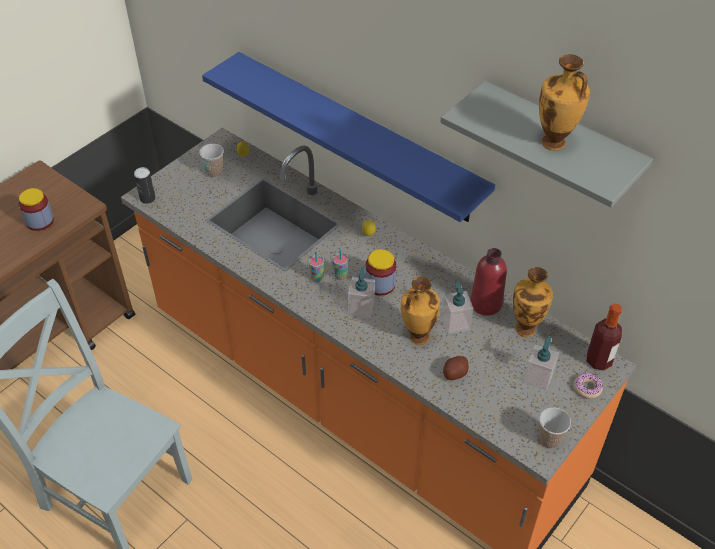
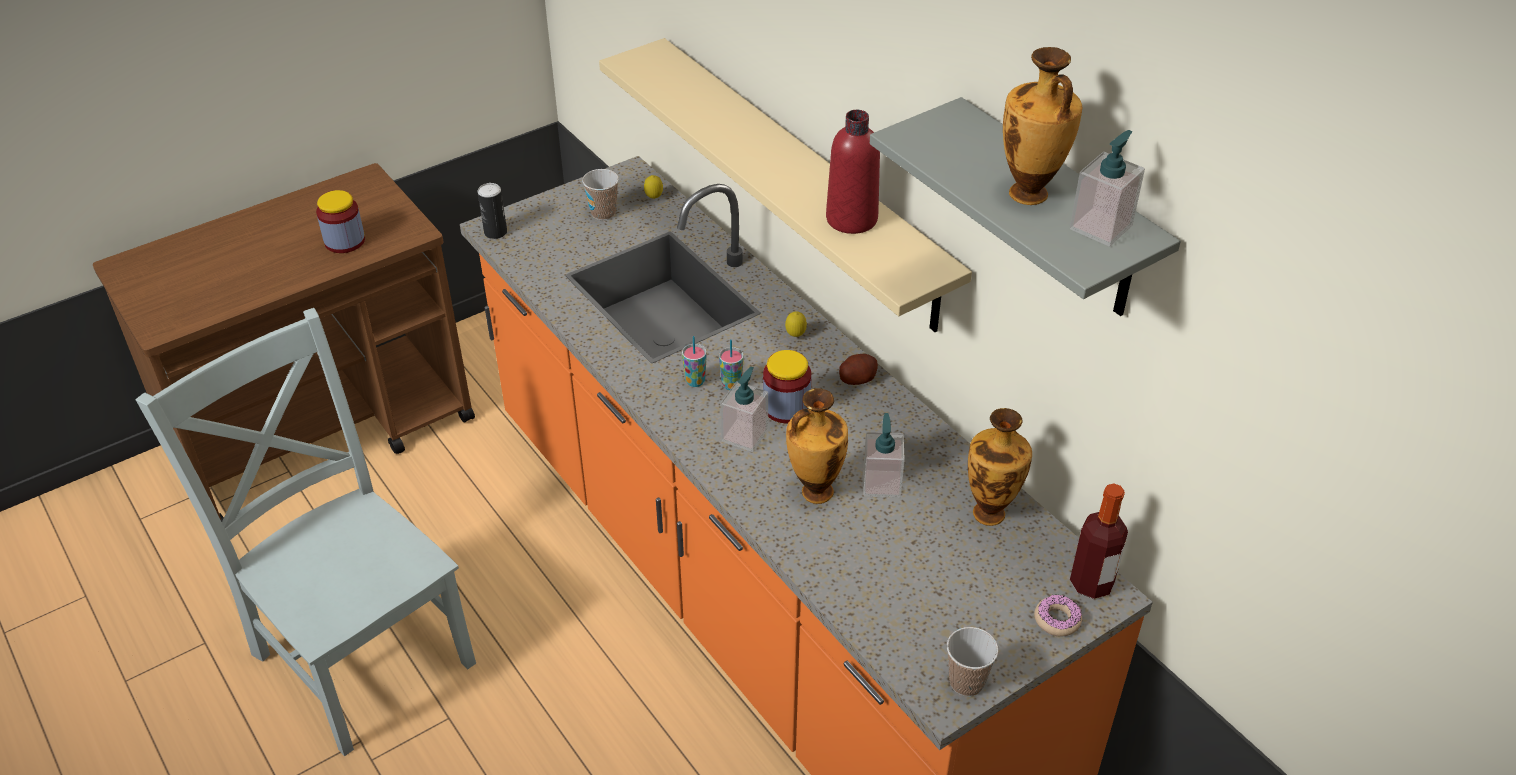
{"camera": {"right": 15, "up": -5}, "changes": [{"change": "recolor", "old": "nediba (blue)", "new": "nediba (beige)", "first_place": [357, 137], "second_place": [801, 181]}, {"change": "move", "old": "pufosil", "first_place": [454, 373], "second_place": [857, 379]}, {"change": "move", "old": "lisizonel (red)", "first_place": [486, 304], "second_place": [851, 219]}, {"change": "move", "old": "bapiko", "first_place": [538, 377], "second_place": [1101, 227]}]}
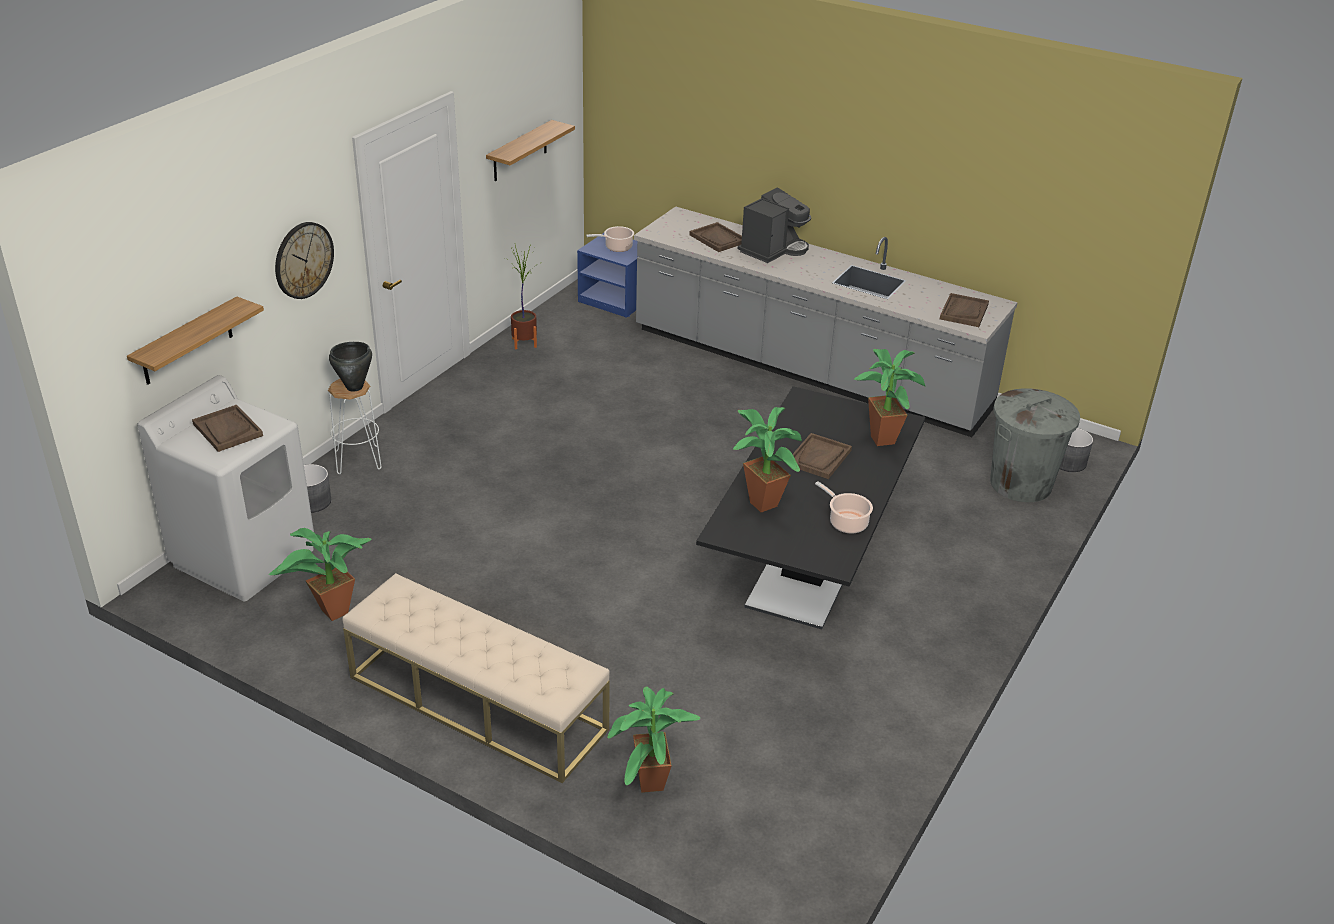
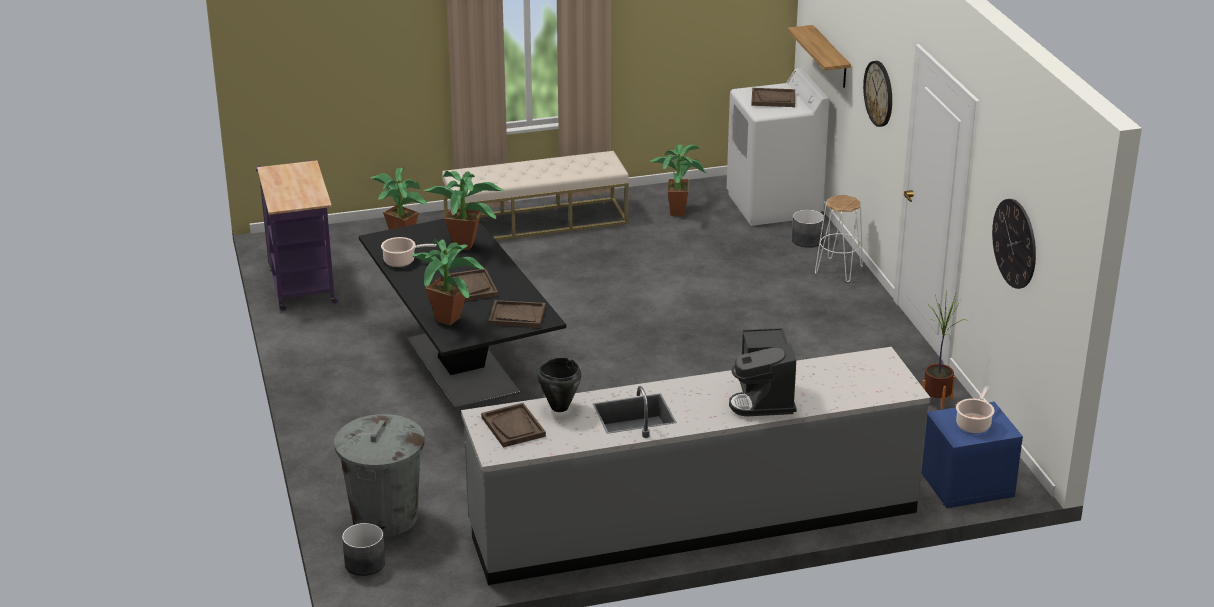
{"camera": {"right": 135, "up": -5}, "changes": [{"change": "move", "old": "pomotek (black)", "first_place": [354, 387], "second_place": [559, 407]}, {"change": "replace", "old": "nediba", "new": "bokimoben", "first_place": [520, 151], "second_place": [1014, 243]}, {"change": "move", "old": "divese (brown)", "first_place": [718, 239], "second_place": [517, 316]}, {"change": "insert", "new": "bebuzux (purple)", "second_place": [301, 282]}]}
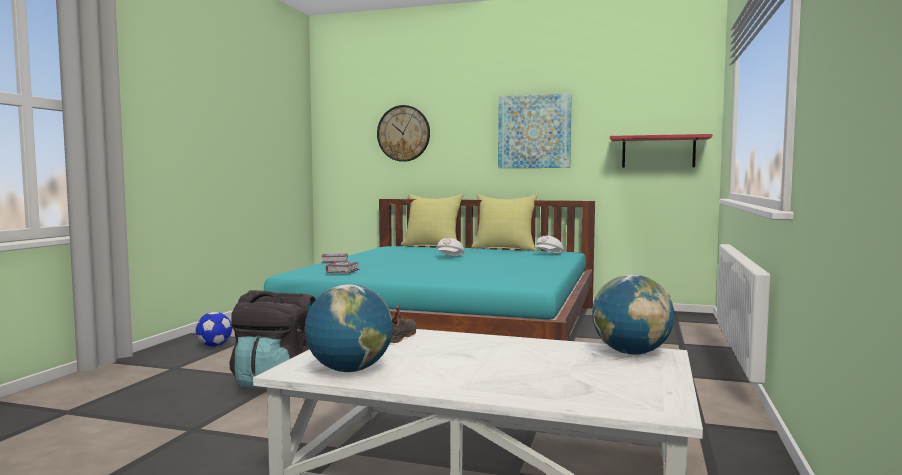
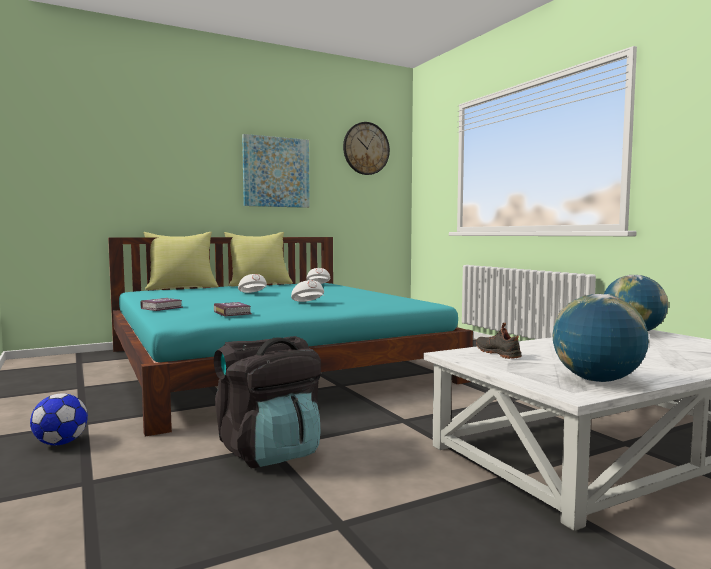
{"camera": {"right": -45, "up": 0}, "changes": [{"change": "move", "old": "bokimoben", "first_place": [403, 133], "second_place": [366, 148]}, {"change": "delete", "old": "nediba (red)", "first_place": [658, 152]}, {"change": "insert", "new": "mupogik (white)", "second_place": [309, 303]}]}
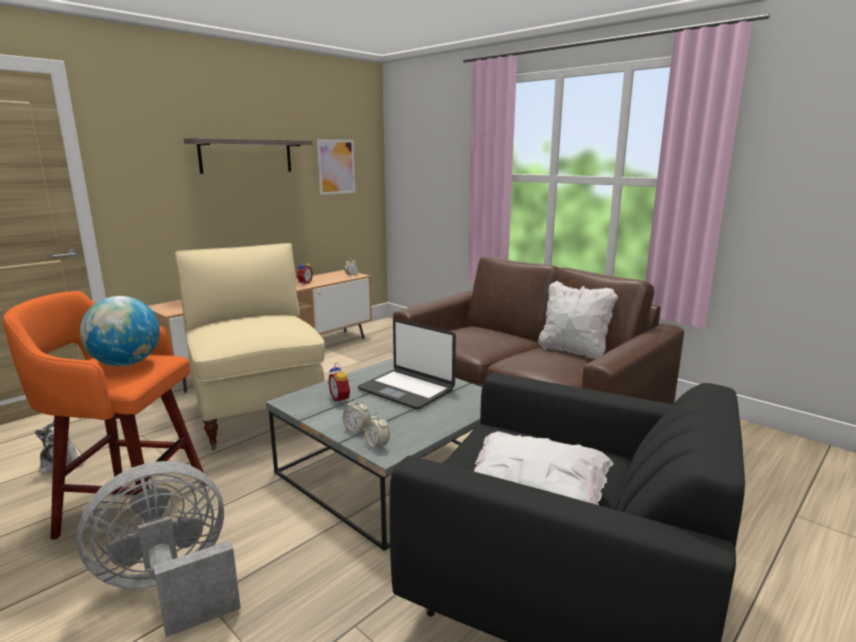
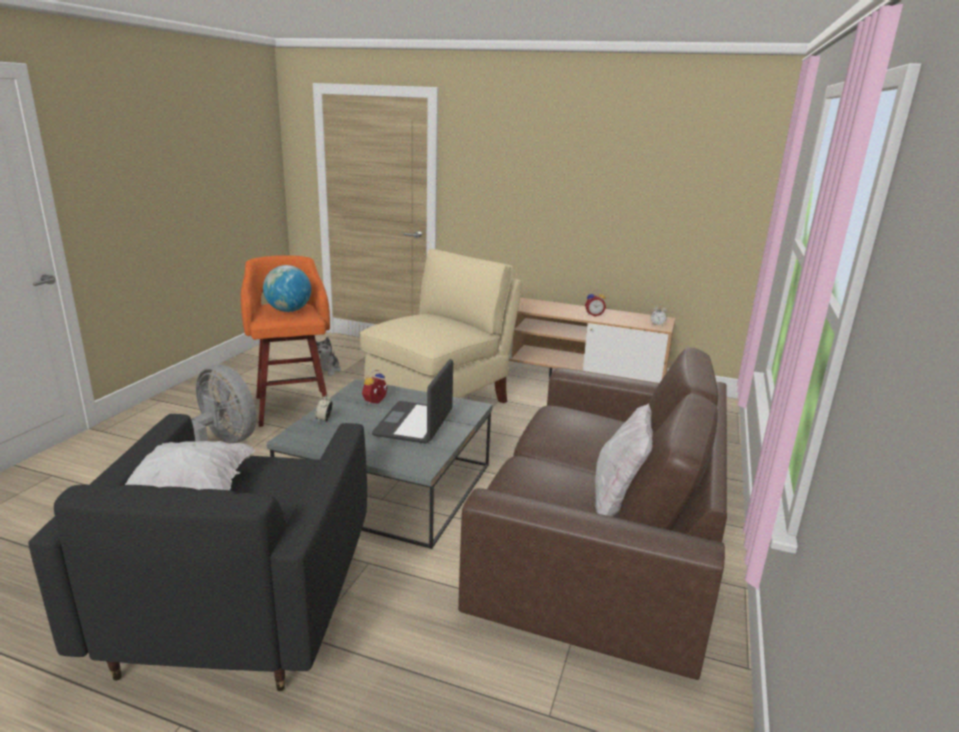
{"camera": {"right": 65, "up": 5}, "changes": [{"change": "delete", "old": "nediba", "first_place": [246, 156]}, {"change": "delete", "old": "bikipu", "first_place": [336, 167]}, {"change": "delete", "old": "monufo", "first_place": [377, 445]}]}
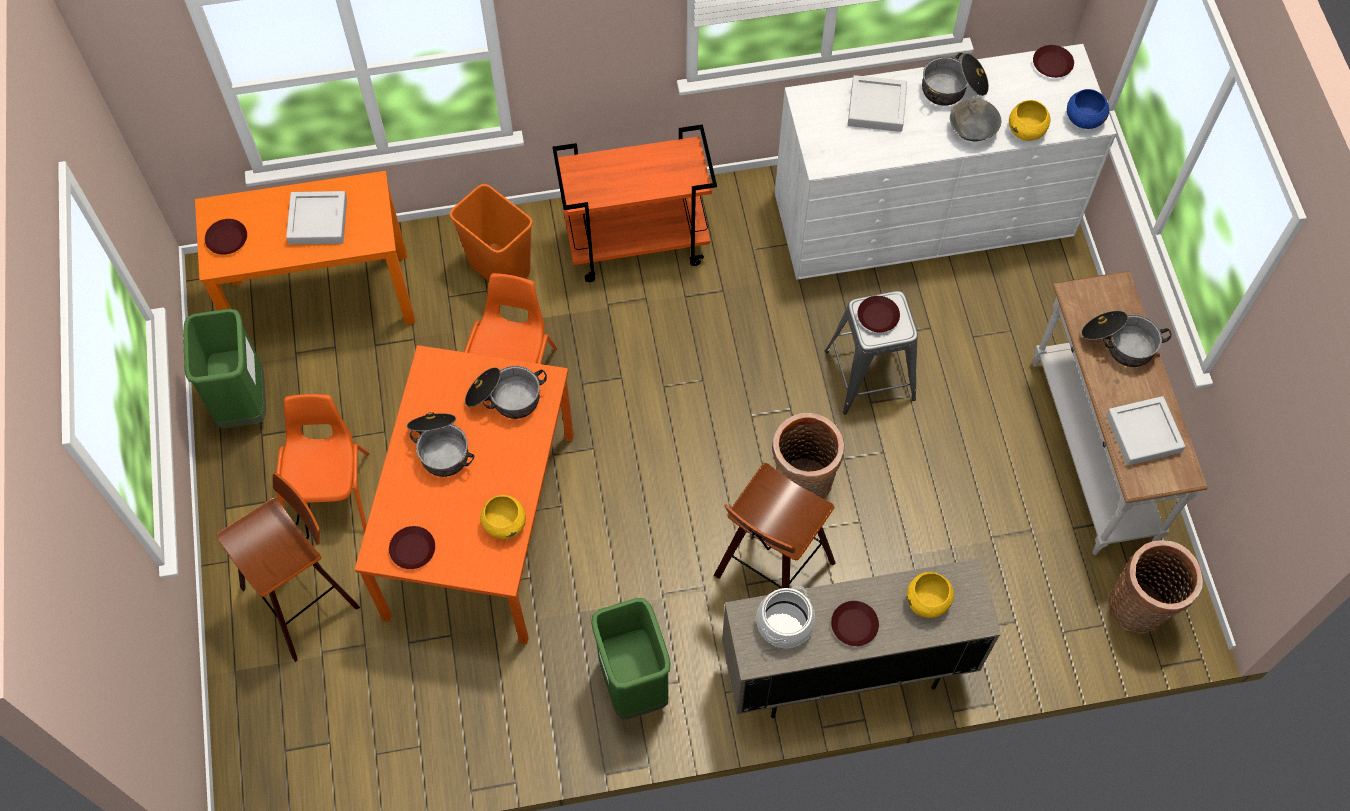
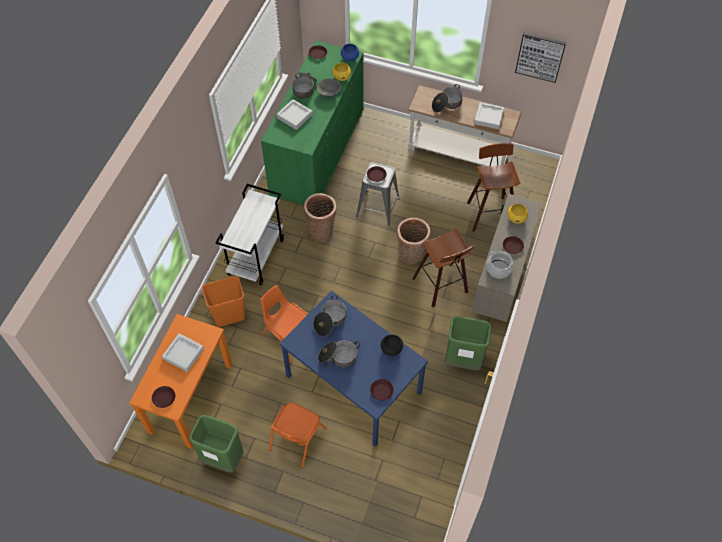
{"camera": {"right": -60, "up": -5}, "changes": [{"change": "move", "old": "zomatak", "first_place": [304, 597], "second_place": [489, 212]}, {"change": "rotate", "old": "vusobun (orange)", "first_place": [332, 492], "second_place": [297, 439], "degrees": -90}, {"change": "recolor", "old": "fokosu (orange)", "new": "fokosu (blue)", "first_place": [479, 523], "second_place": [352, 384]}, {"change": "recolor", "old": "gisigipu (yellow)", "new": "gisigipu (black)", "first_place": [505, 523], "second_place": [391, 349]}, {"change": "recolor", "old": "bebuzux (orange)", "new": "bebuzux (white)", "first_place": [638, 243], "second_place": [256, 256]}, {"change": "recolor", "old": "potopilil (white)", "new": "potopilil (green)", "first_place": [924, 214], "second_place": [317, 151]}, {"change": "move", "old": "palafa", "first_place": [1139, 609], "second_place": [321, 231]}, {"change": "insert", "new": "bikipu", "second_place": [540, 56]}]}
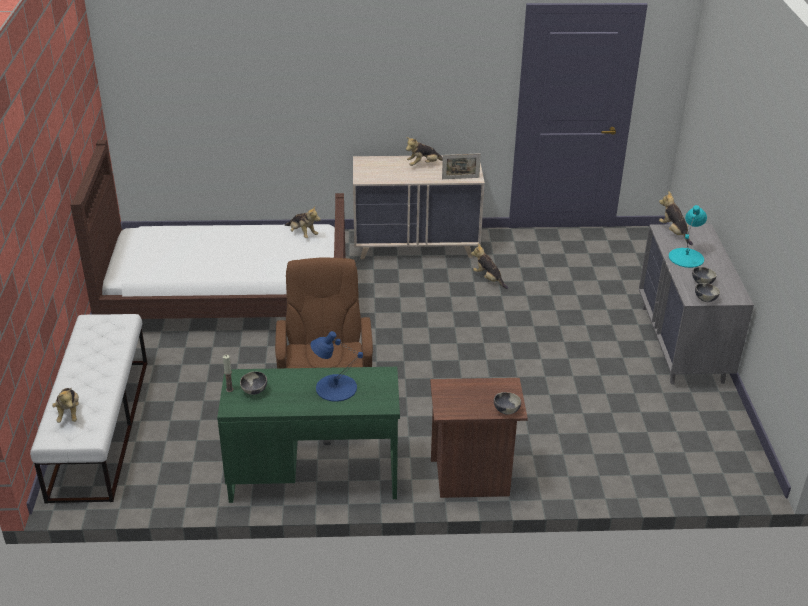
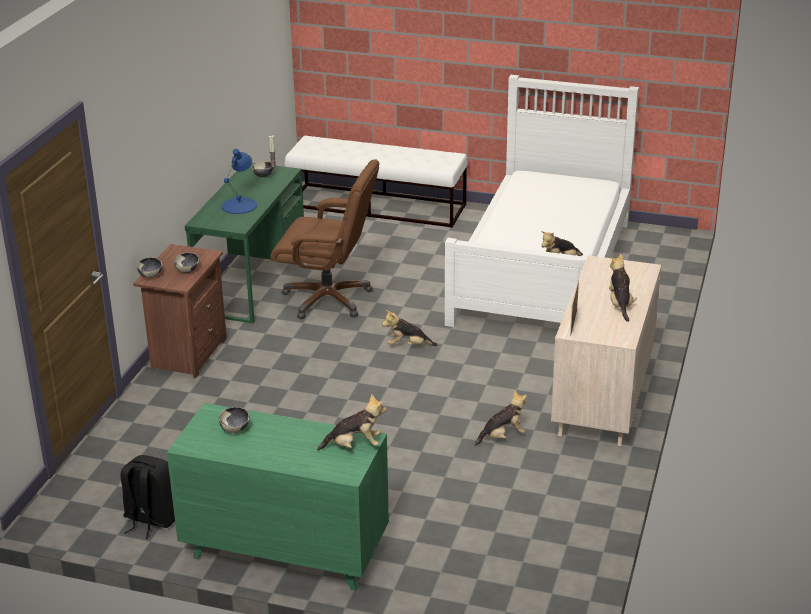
{"camera": {"right": 110, "up": -5}, "changes": [{"change": "move", "old": "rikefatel", "first_place": [69, 413], "second_place": [408, 346]}, {"change": "recolor", "old": "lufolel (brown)", "new": "lufolel (white)", "first_place": [226, 297], "second_place": [542, 271]}, {"change": "recolor", "old": "potopilil (grey)", "new": "potopilil (green)", "first_place": [682, 344], "second_place": [284, 551]}, {"change": "delete", "old": "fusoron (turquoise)", "first_place": [686, 257]}, {"change": "move", "old": "gisigipu", "first_place": [705, 299], "second_place": [187, 270]}, {"change": "insert", "new": "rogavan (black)", "second_place": [150, 520]}]}
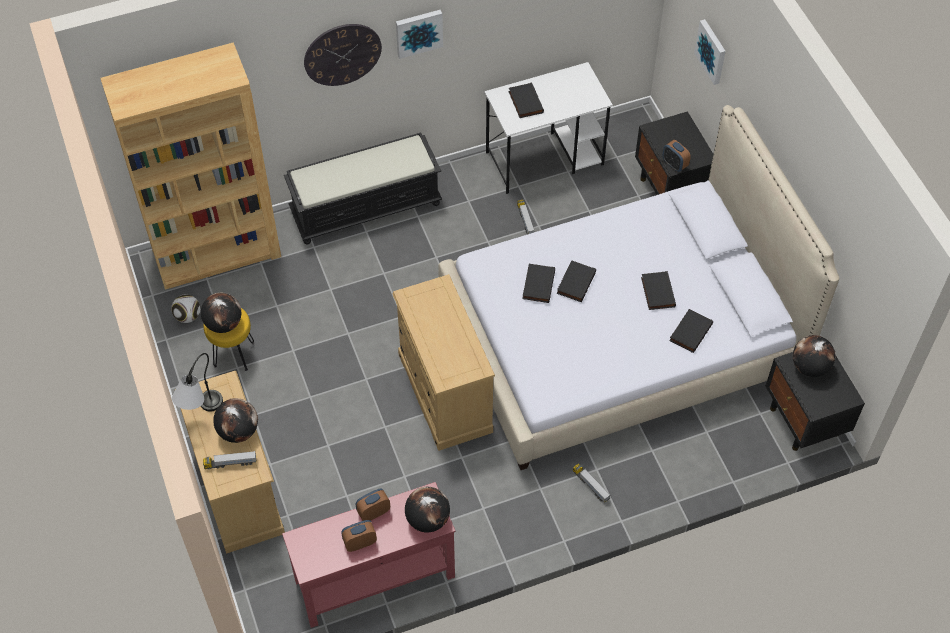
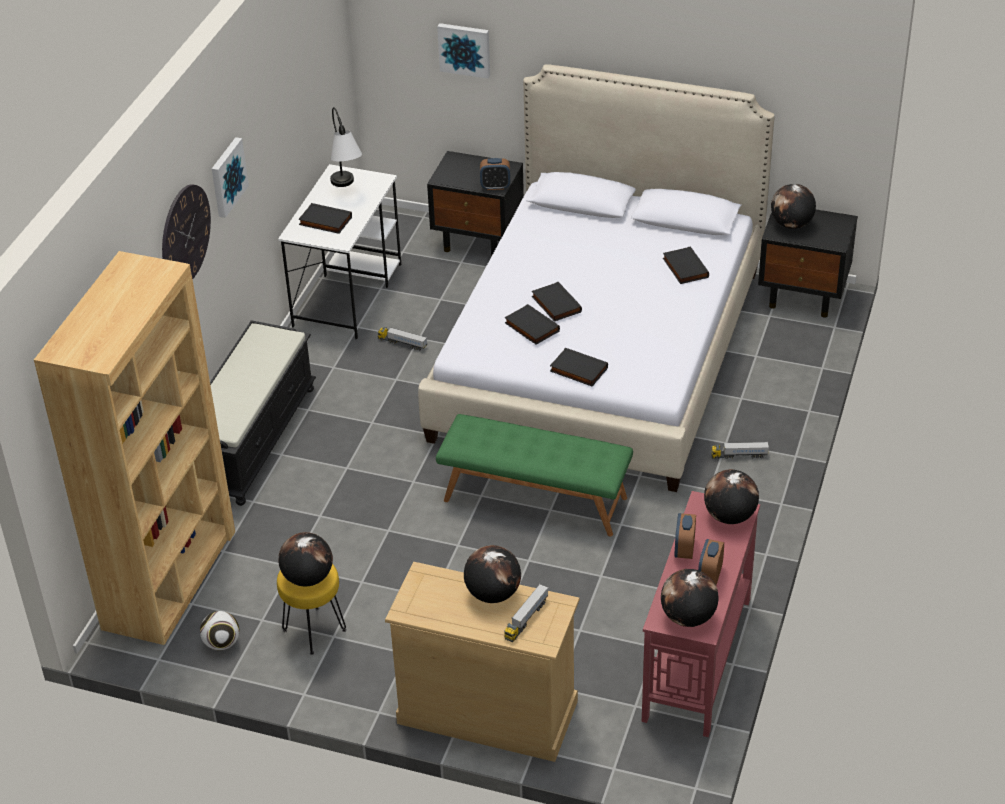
{"camera": {"right": -50, "up": -15}, "changes": [{"change": "move", "old": "fusoron", "first_place": [201, 413], "second_place": [346, 189]}, {"change": "replace", "old": "potopilil (beige)", "new": "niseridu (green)", "first_place": [444, 393], "second_place": [535, 498]}, {"change": "move", "old": "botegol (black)", "first_place": [657, 292], "second_place": [577, 370]}, {"change": "insert", "new": "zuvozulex", "second_place": [688, 617]}]}
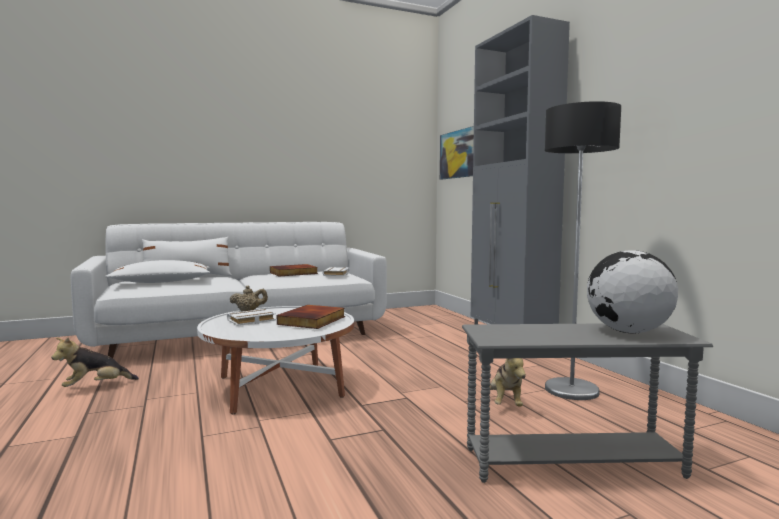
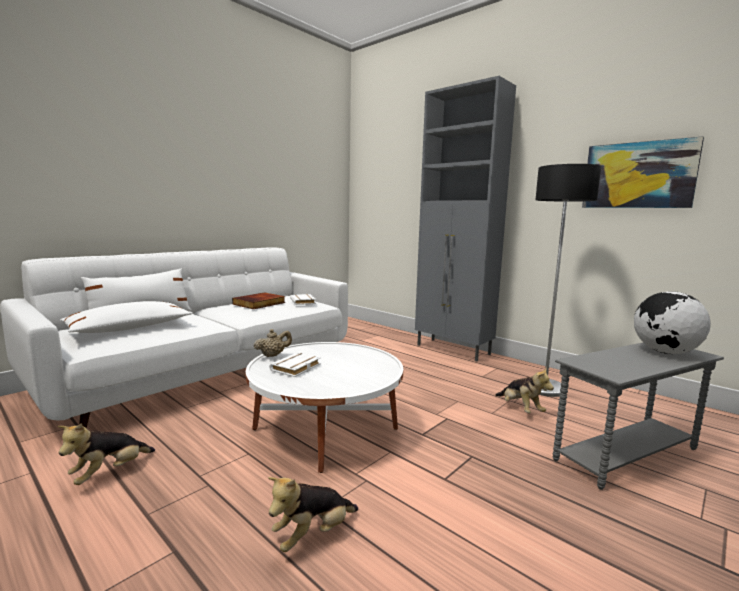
{"camera": {"right": -25, "up": 5}, "changes": [{"change": "delete", "old": "botegol", "first_place": [313, 320]}, {"change": "move", "old": "bikipu", "first_place": [459, 154], "second_place": [638, 175]}, {"change": "insert", "new": "rikefatel", "second_place": [313, 535]}]}
